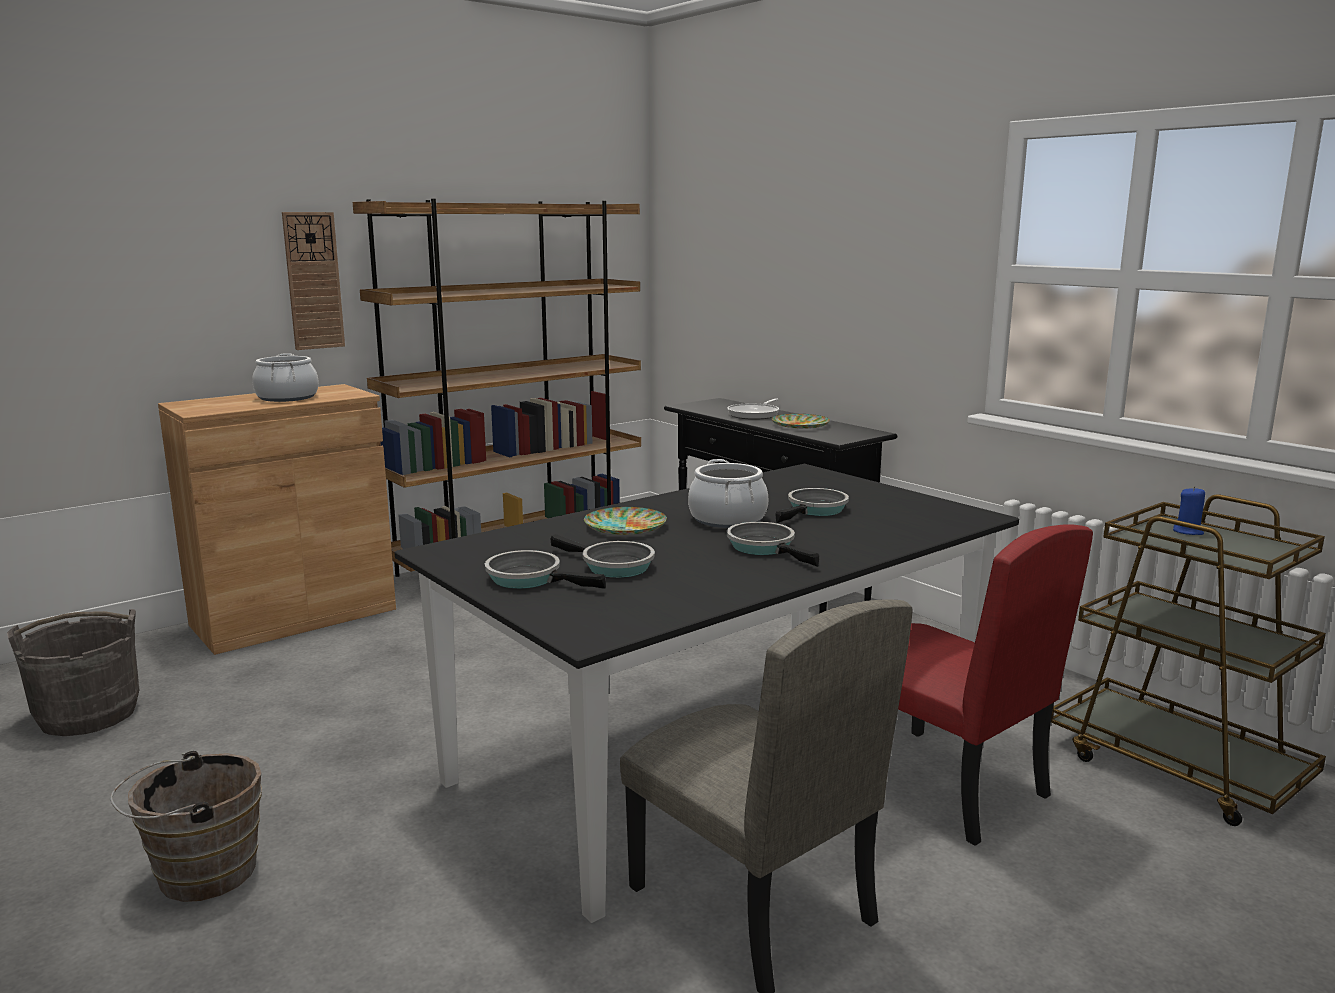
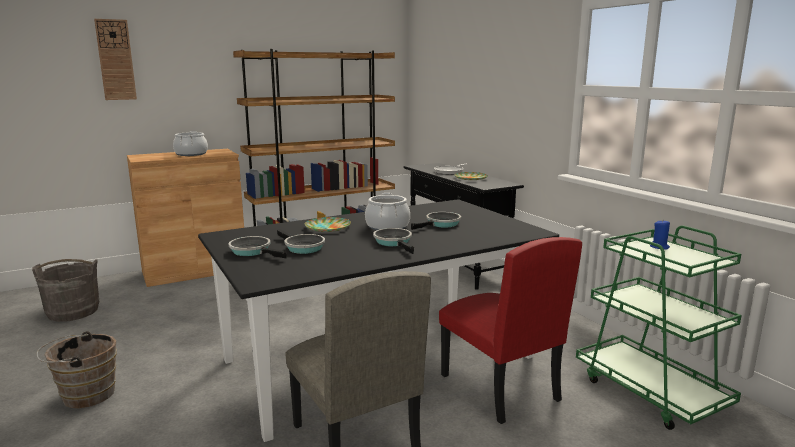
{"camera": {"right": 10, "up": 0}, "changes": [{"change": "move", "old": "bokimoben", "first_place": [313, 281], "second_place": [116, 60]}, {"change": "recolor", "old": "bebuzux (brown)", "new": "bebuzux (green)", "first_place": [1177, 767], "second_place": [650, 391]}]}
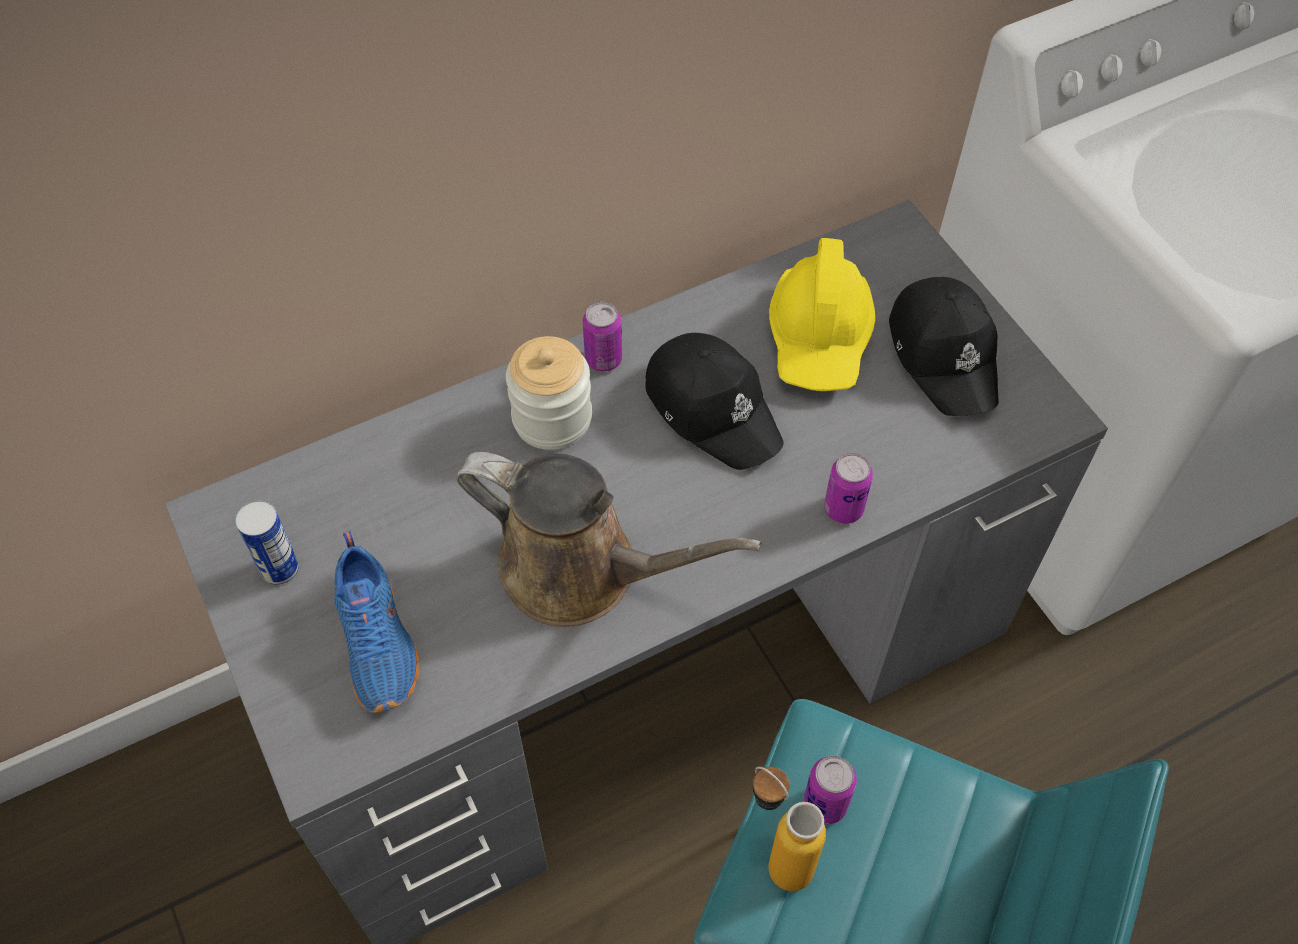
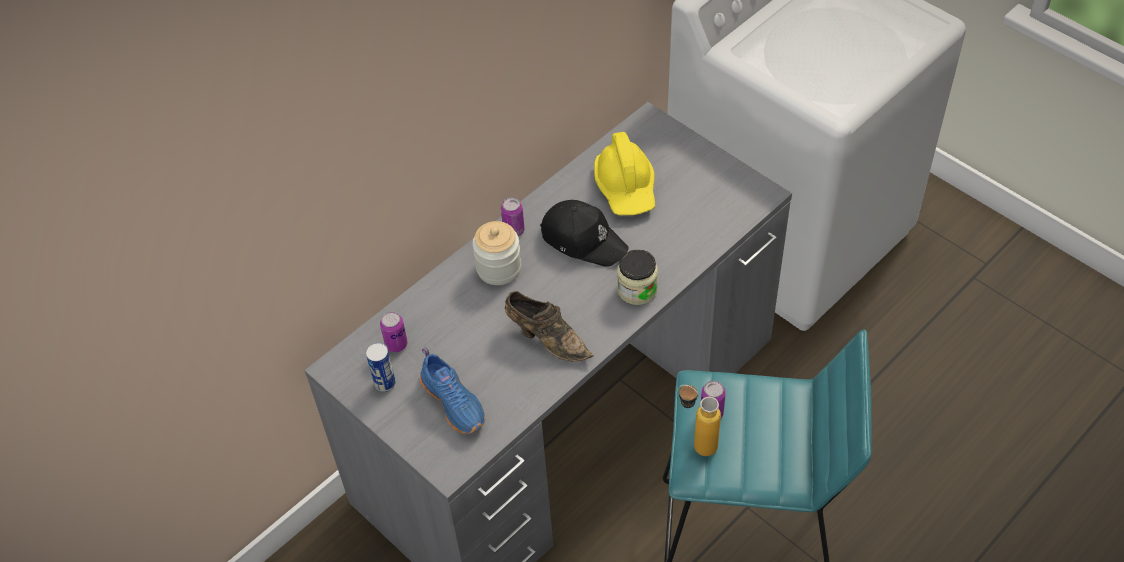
{"camera": {"right": -15, "up": -5}, "changes": [{"change": "replace", "old": "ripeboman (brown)", "new": "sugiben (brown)", "first_place": [582, 571], "second_place": [547, 338]}, {"change": "move", "old": "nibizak", "first_place": [843, 509], "second_place": [396, 344]}, {"change": "delete", "old": "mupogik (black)", "first_place": [945, 354]}, {"change": "insert", "new": "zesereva", "second_place": [637, 290]}]}
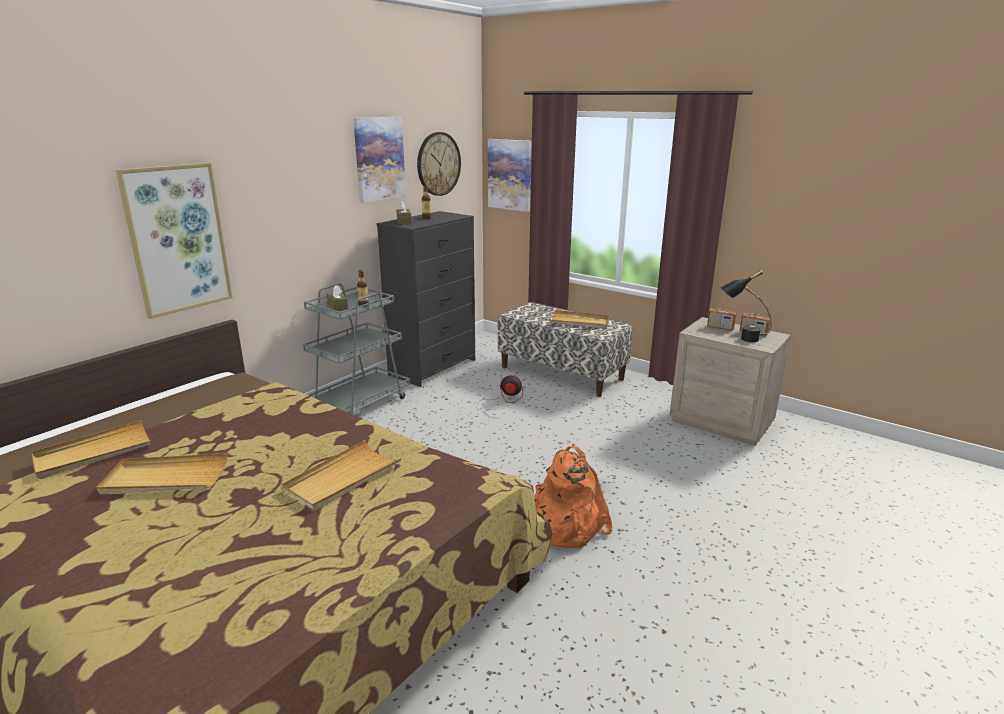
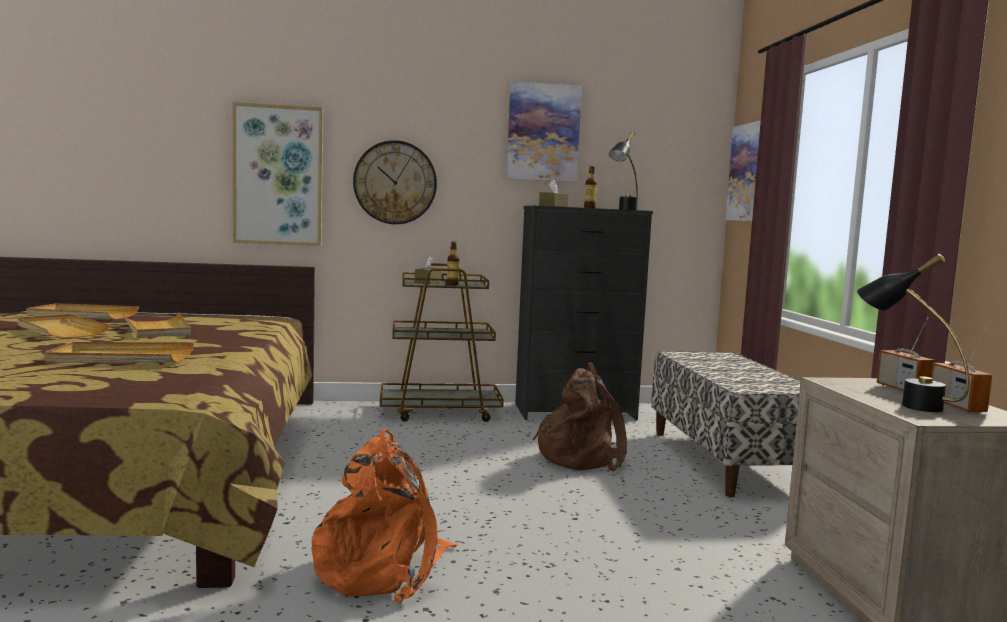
{"camera": {"right": 45, "up": -15}, "changes": [{"change": "recolor", "old": "bebuzux (grey)", "new": "bebuzux (brown)", "first_place": [359, 403], "second_place": [440, 412]}, {"change": "move", "old": "bokimoben", "first_place": [438, 164], "second_place": [395, 182]}, {"change": "replace", "old": "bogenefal", "new": "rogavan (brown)", "first_place": [501, 402], "second_place": [581, 457]}, {"change": "move", "old": "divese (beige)", "first_place": [579, 322], "second_place": [157, 329]}, {"change": "insert", "new": "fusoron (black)", "second_place": [624, 209]}]}
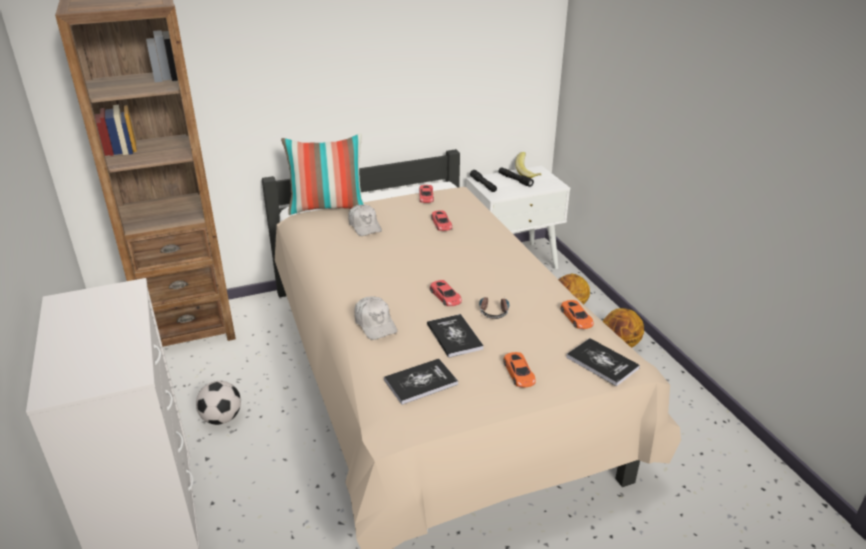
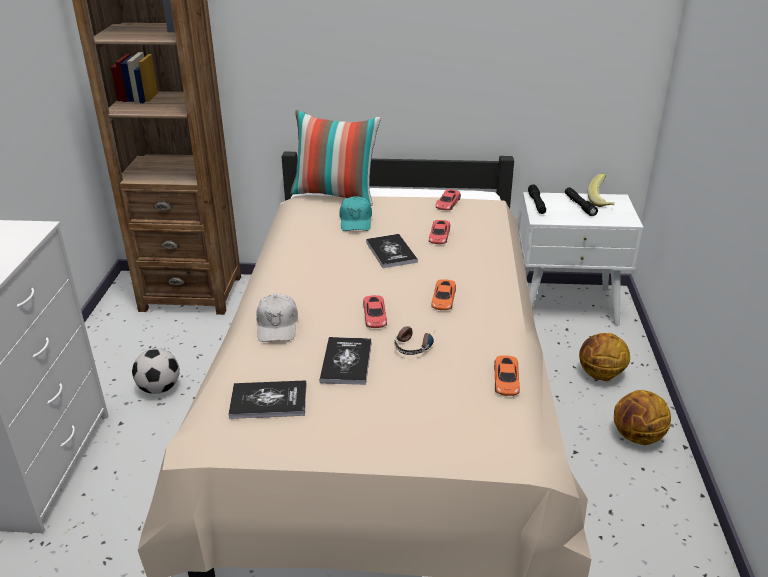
{"camera": {"right": 25, "up": 0}, "changes": [{"change": "recolor", "old": "mupogik (white)", "new": "mupogik (turquoise)", "first_place": [365, 226], "second_place": [356, 221]}, {"change": "move", "old": "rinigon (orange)", "first_place": [519, 373], "second_place": [443, 299]}, {"change": "move", "old": "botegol", "first_place": [602, 363], "second_place": [391, 252]}]}
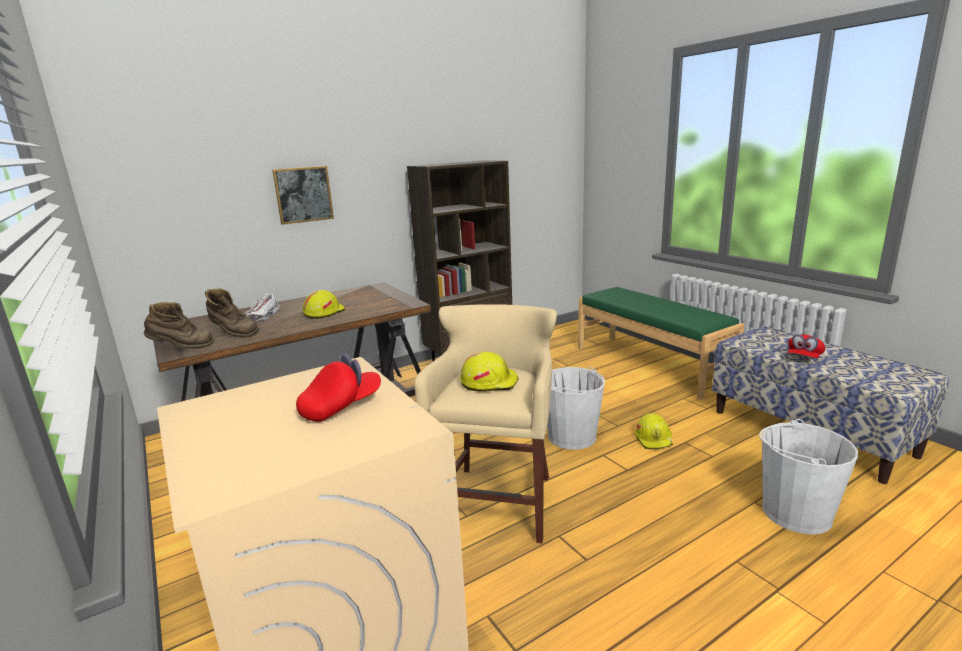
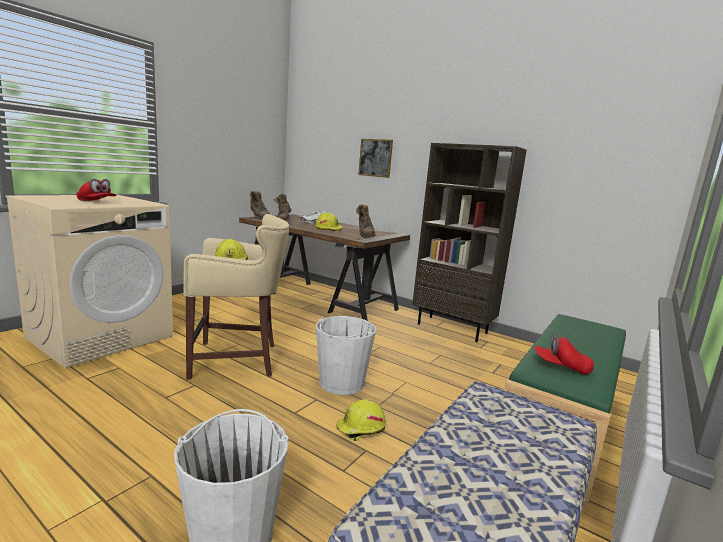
{"camera": {"right": 65, "up": -5}, "changes": [{"change": "move", "old": "mupogik (red)", "first_place": [804, 358], "second_place": [561, 367]}, {"change": "insert", "new": "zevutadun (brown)", "second_place": [364, 235]}]}
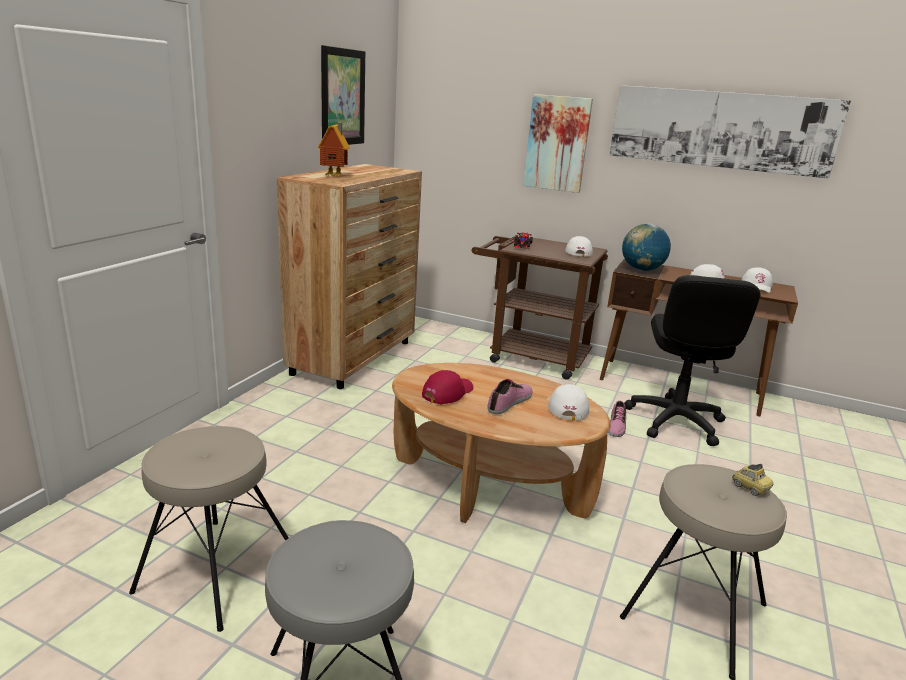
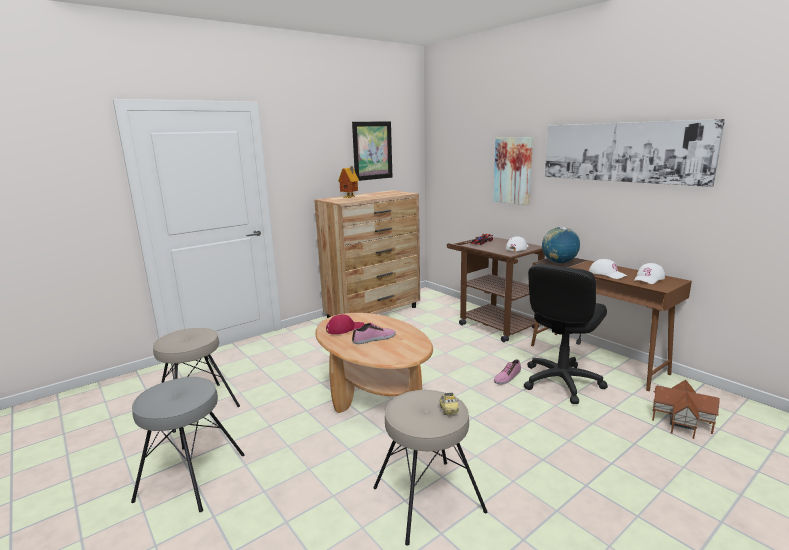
{"camera": {"right": 30, "up": -5}, "changes": [{"change": "delete", "old": "mupogik (white)", "first_place": [567, 406]}, {"change": "insert", "new": "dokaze", "second_place": [682, 422]}]}
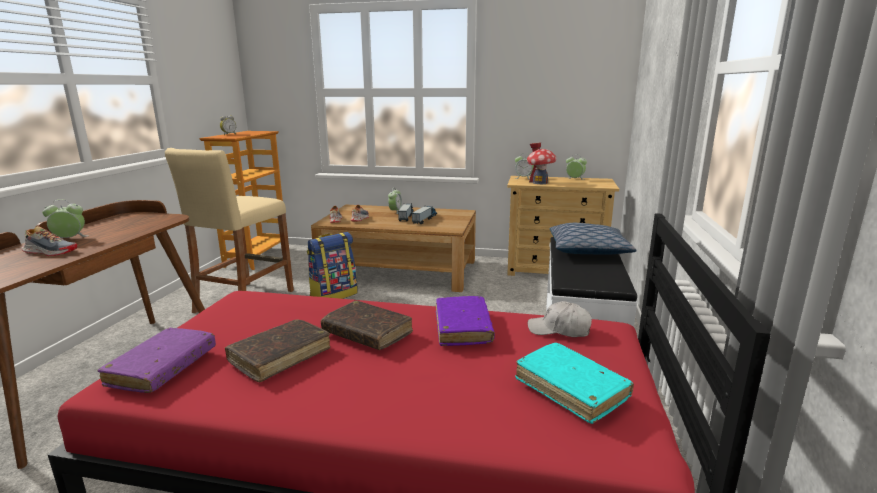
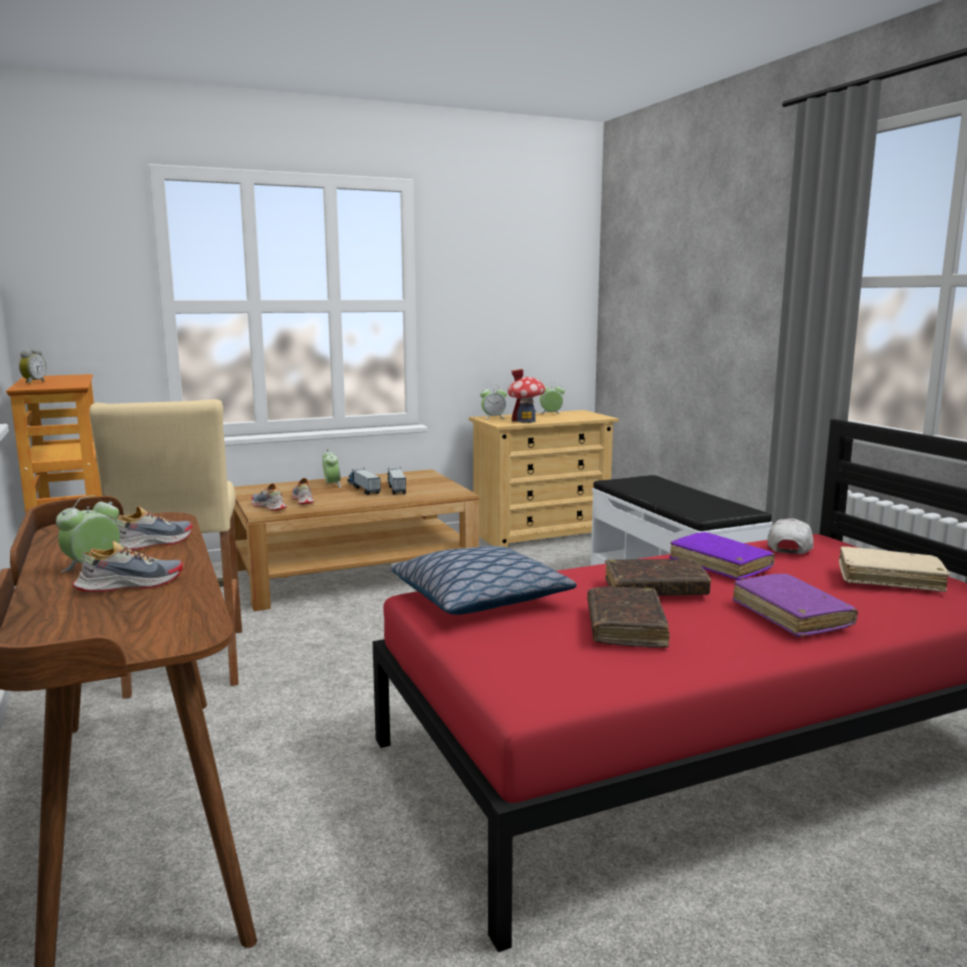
{"camera": {"right": -35, "up": -5}, "changes": [{"change": "move", "old": "botegol (purple)", "first_place": [163, 368], "second_place": [791, 615]}, {"change": "delete", "old": "rogavan", "first_place": [334, 295]}, {"change": "recolor", "old": "botegol (turquoise)", "new": "botegol (beige)", "first_place": [571, 389], "second_place": [889, 579]}, {"change": "rotate", "old": "mupogik (white)", "first_place": [559, 330], "second_place": [790, 548], "degrees": 135}, {"change": "move", "old": "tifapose", "first_place": [588, 250], "second_place": [480, 598]}, {"change": "insert", "new": "sugiben", "second_place": [150, 544]}]}
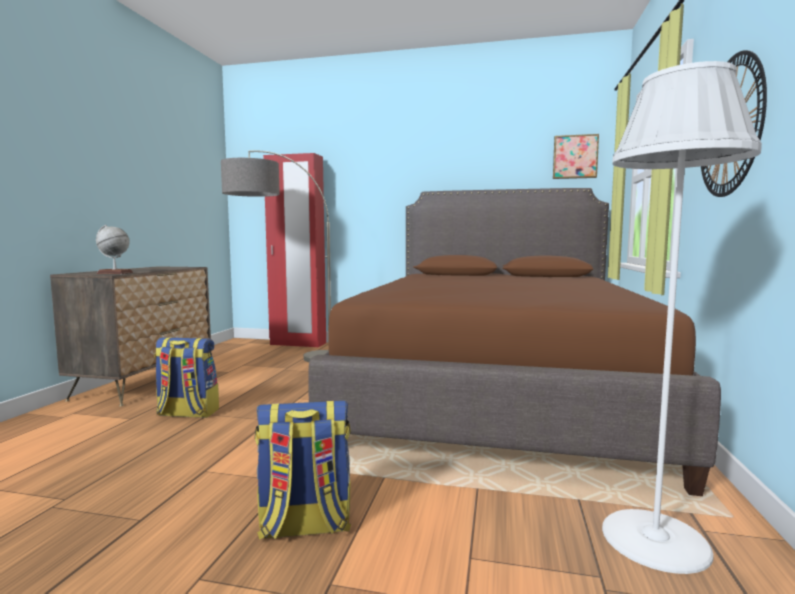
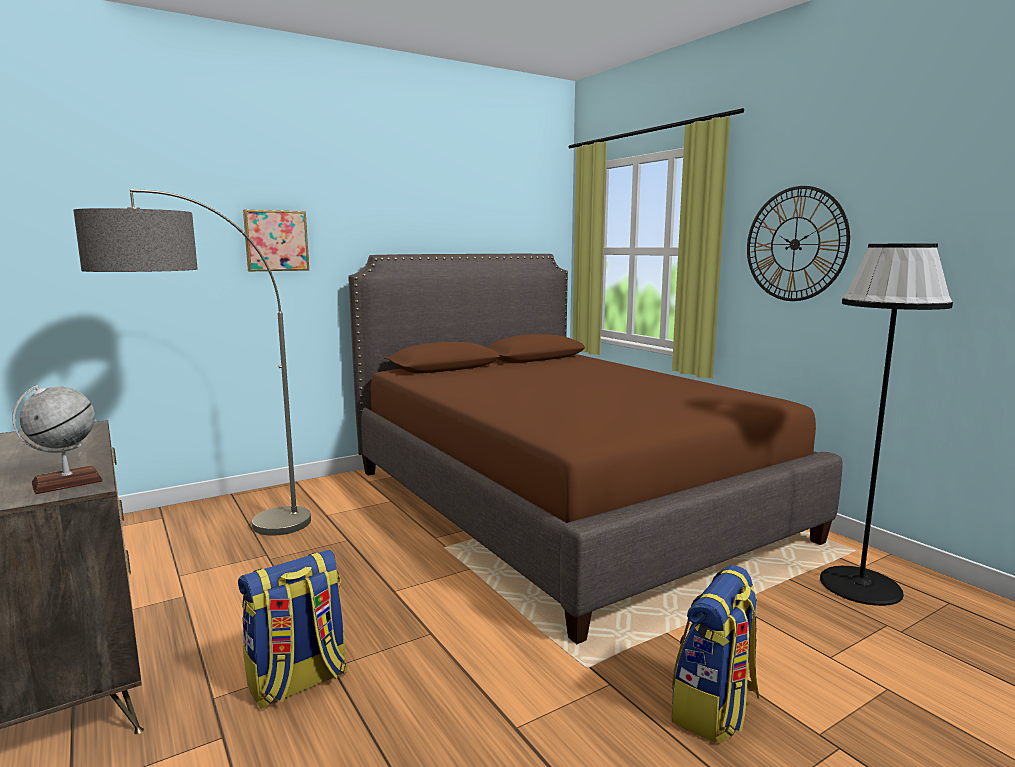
{"camera": {"right": -45, "up": 5}, "changes": [{"change": "delete", "old": "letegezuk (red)", "first_place": [298, 344]}, {"change": "move", "old": "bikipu", "first_place": [575, 157], "second_place": [276, 241]}, {"change": "recolor", "old": "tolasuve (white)", "new": "tolasuve (black)", "first_place": [655, 540], "second_place": [861, 586]}]}
